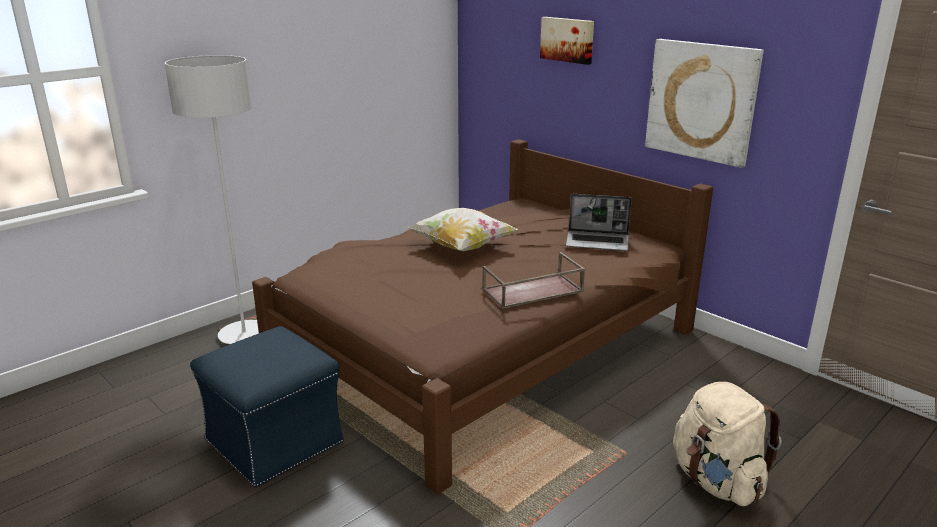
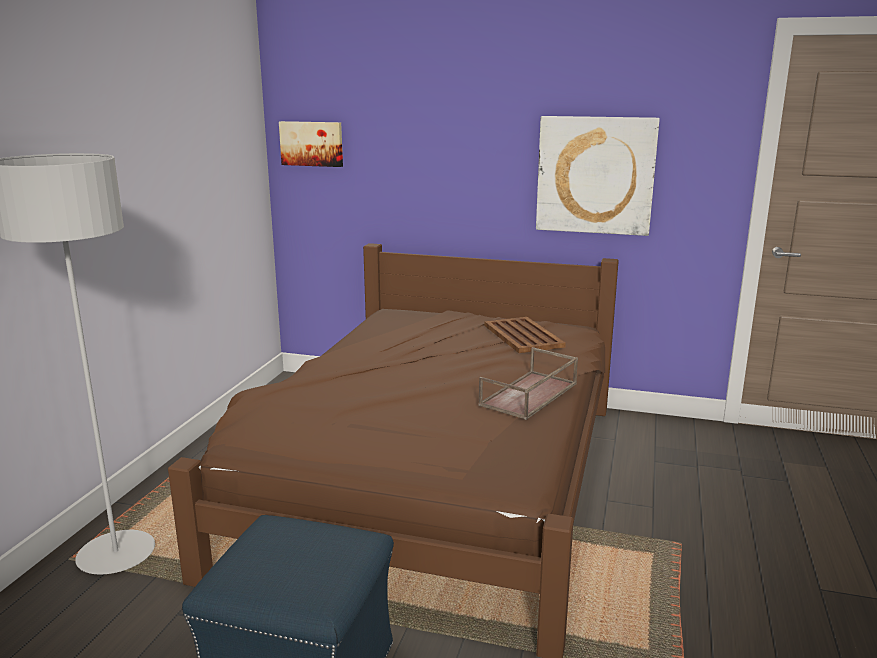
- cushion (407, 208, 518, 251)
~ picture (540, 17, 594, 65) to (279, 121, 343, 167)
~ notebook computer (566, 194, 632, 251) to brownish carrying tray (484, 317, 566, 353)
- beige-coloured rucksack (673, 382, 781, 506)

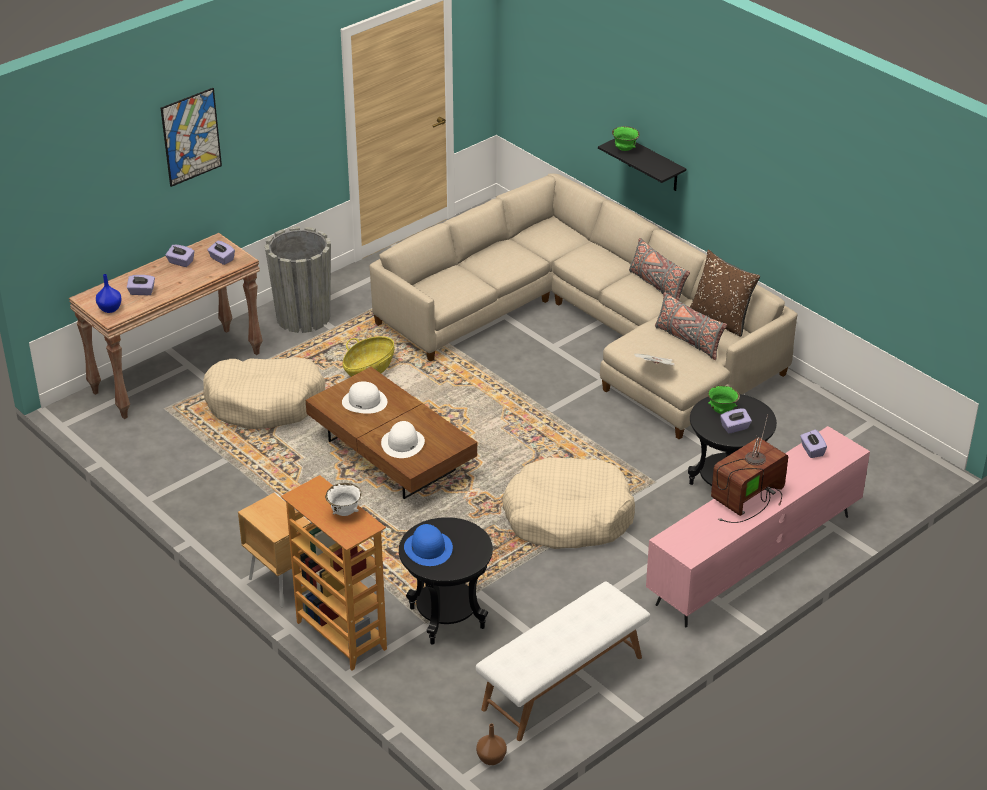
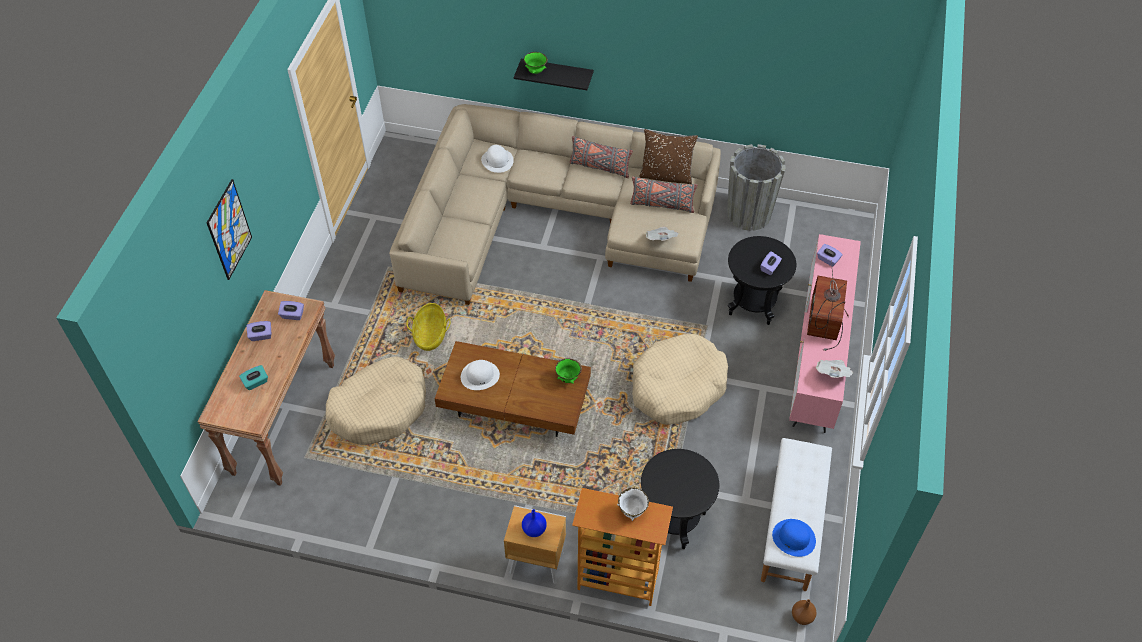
~ blue decorative vase (96, 274, 122, 313) to (522, 509, 547, 537)
~ purple-coloured tissue holder (127, 275, 155, 295) to turquoise-coloured tissue holder (239, 365, 268, 390)
~ greyish flower pot (264, 226, 331, 333) to (727, 144, 786, 231)
~ white-coloured wearable hat (381, 421, 425, 458) to (481, 145, 514, 173)
~ blue wearable hat (404, 524, 453, 566) to (772, 519, 816, 557)
~ greenish bowl (708, 385, 740, 414) to (555, 358, 582, 384)
+ printed paper (816, 360, 853, 378)

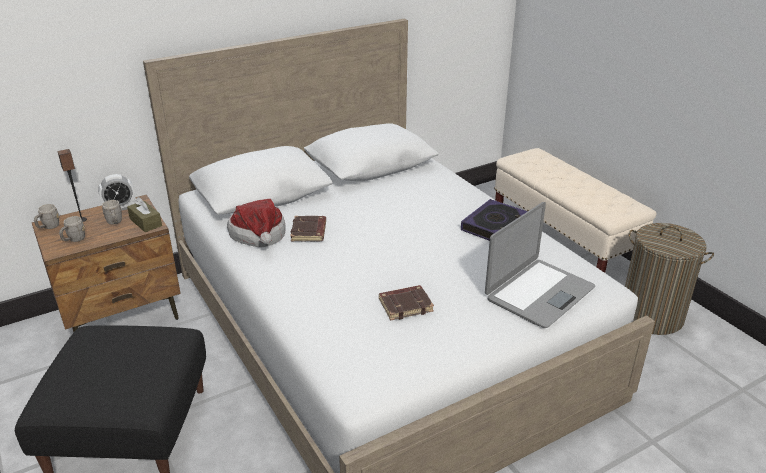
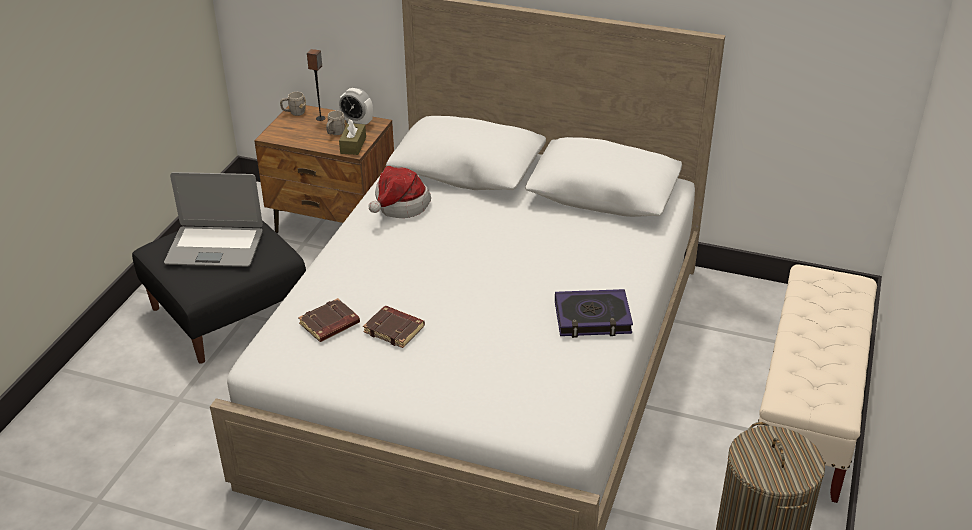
- greyish mug (59, 216, 85, 242)
~ brownish bound book (290, 216, 326, 242) to (298, 298, 360, 342)
~ notebook computer (485, 202, 595, 328) to (164, 172, 263, 267)

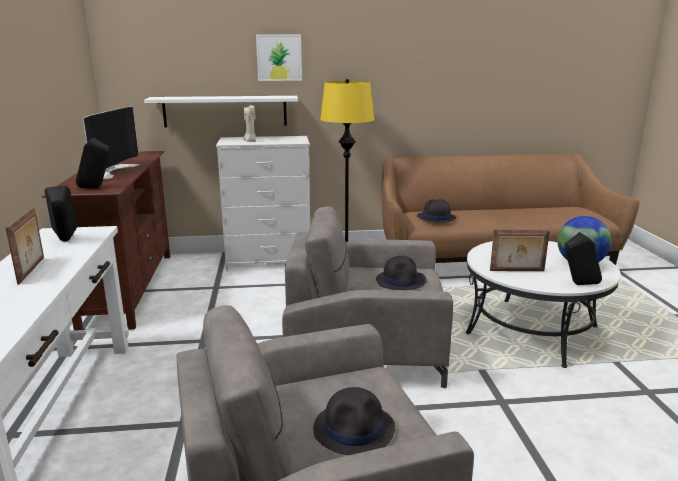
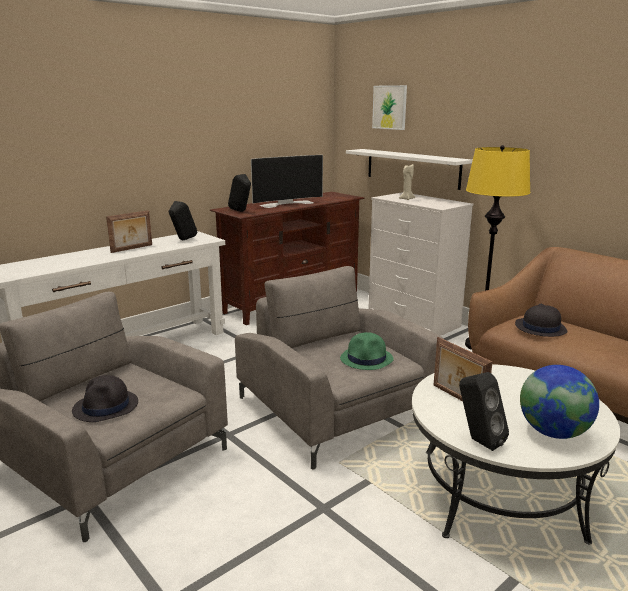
~ picture (256, 35, 302, 81) to (372, 85, 407, 130)
~ black-coloured wearable hat (376, 256, 427, 290) to greenish wearable hat (340, 332, 394, 370)

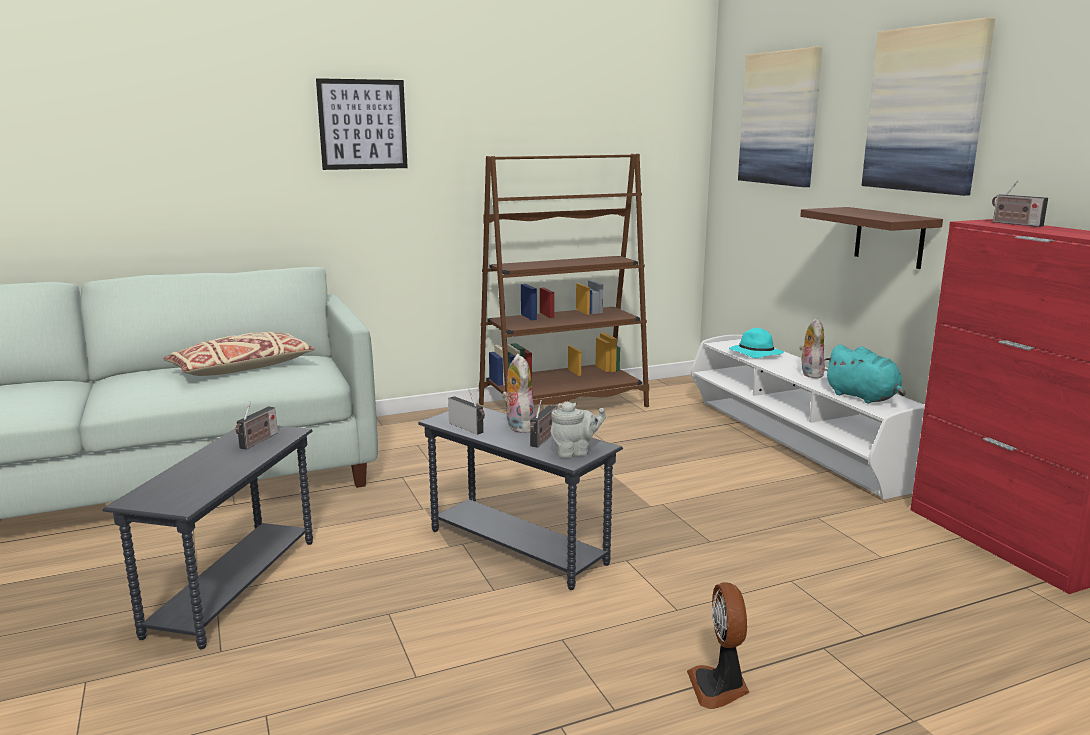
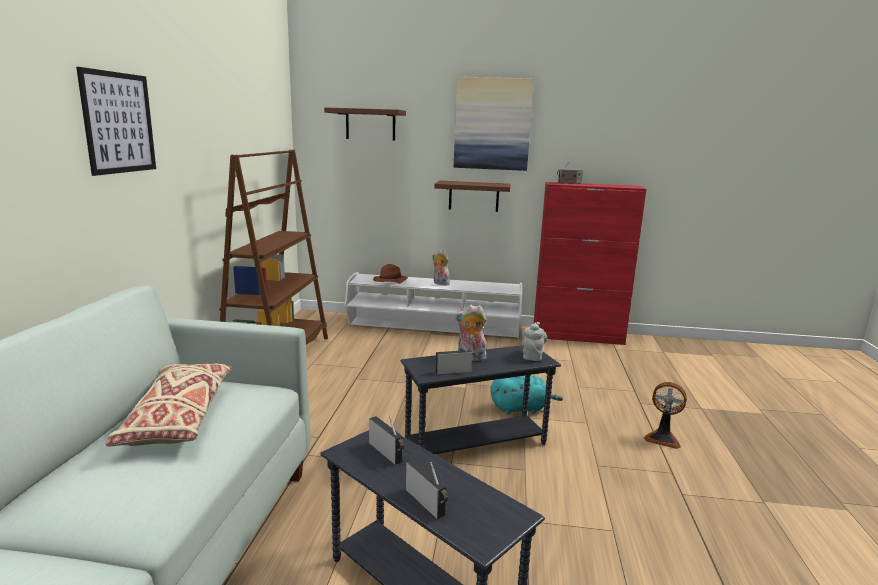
~ radio (530, 400, 557, 448) to (406, 459, 448, 519)
~ turquoise-coloured wearable hat (729, 328, 784, 358) to brownish wearable hat (373, 264, 408, 283)
~ picture (738, 47, 822, 187) to wall shelf (324, 107, 406, 141)
~ turquoise-coloured cuddly toy (824, 344, 906, 403) to (490, 376, 563, 414)

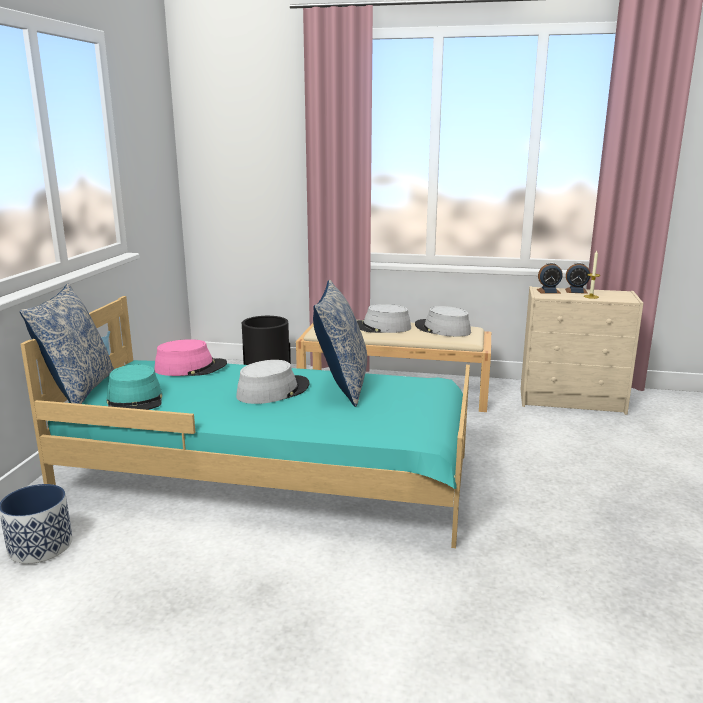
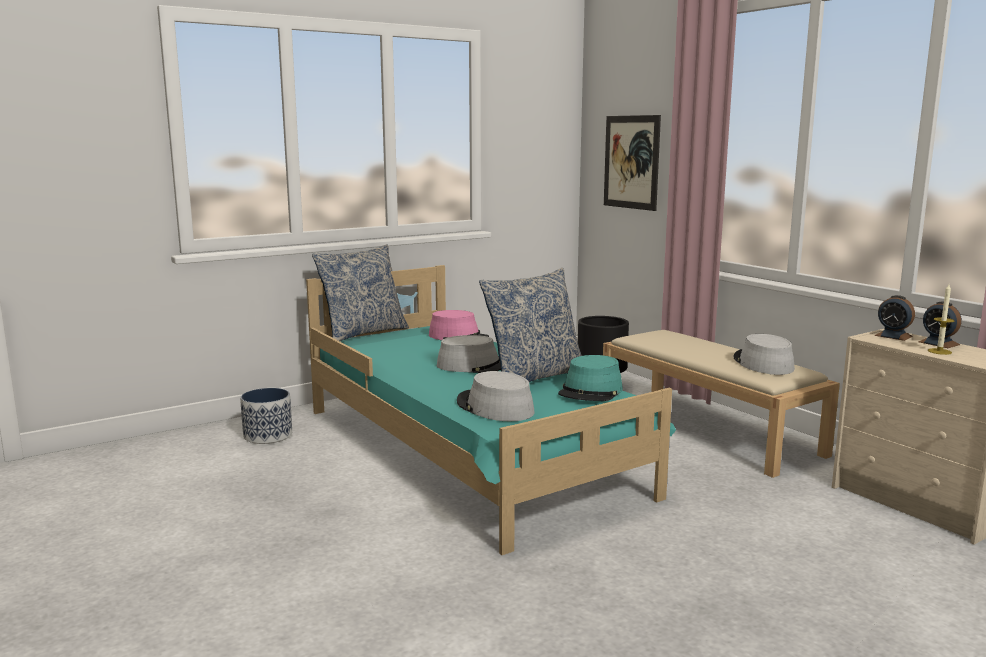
~ turquoise-coloured wearable hat (106, 364, 163, 410) to (558, 355, 623, 401)
~ greyish wearable hat (357, 304, 411, 333) to (457, 371, 534, 421)
+ picture (604, 115, 661, 211)

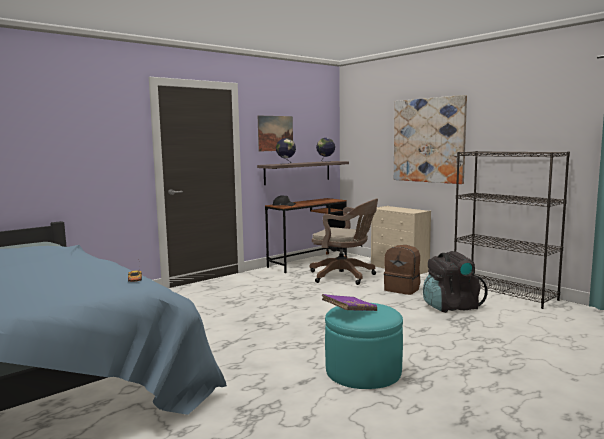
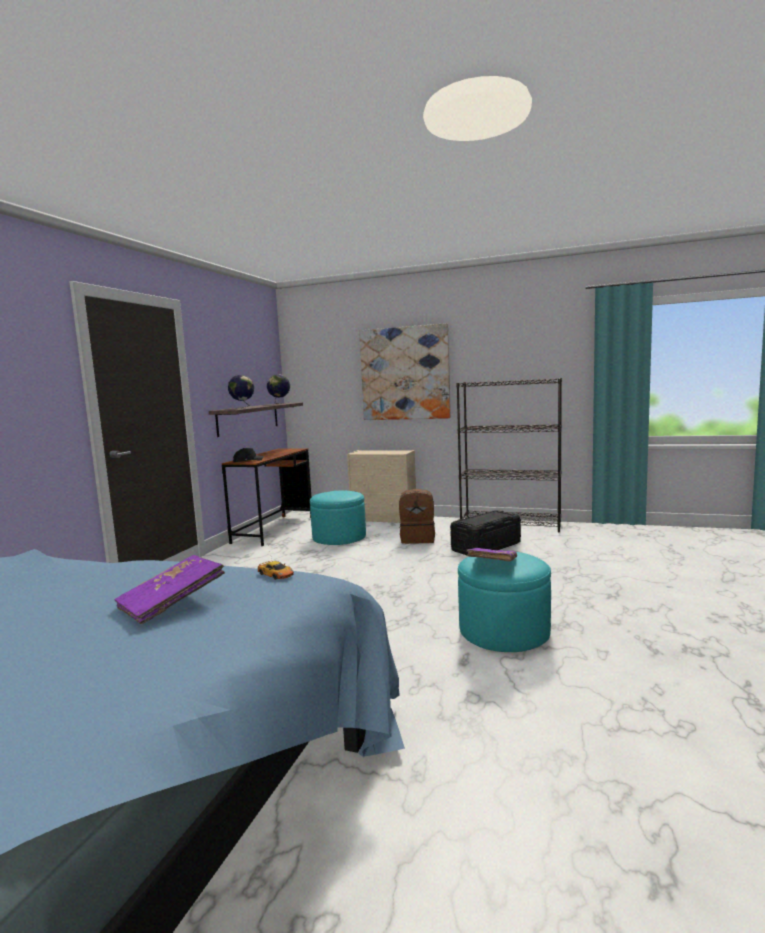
- picture (258, 115, 293, 152)
~ brownish desk chair (310, 199, 378, 285) to turquoise-coloured footrest (310, 491, 366, 545)
~ black-coloured rucksack (423, 251, 488, 313) to black-coloured storage container (450, 510, 521, 555)
+ purple-coloured bound book (115, 555, 225, 624)

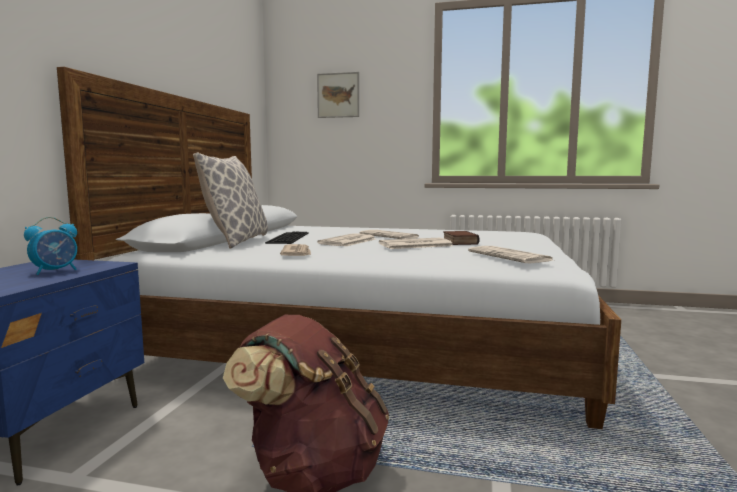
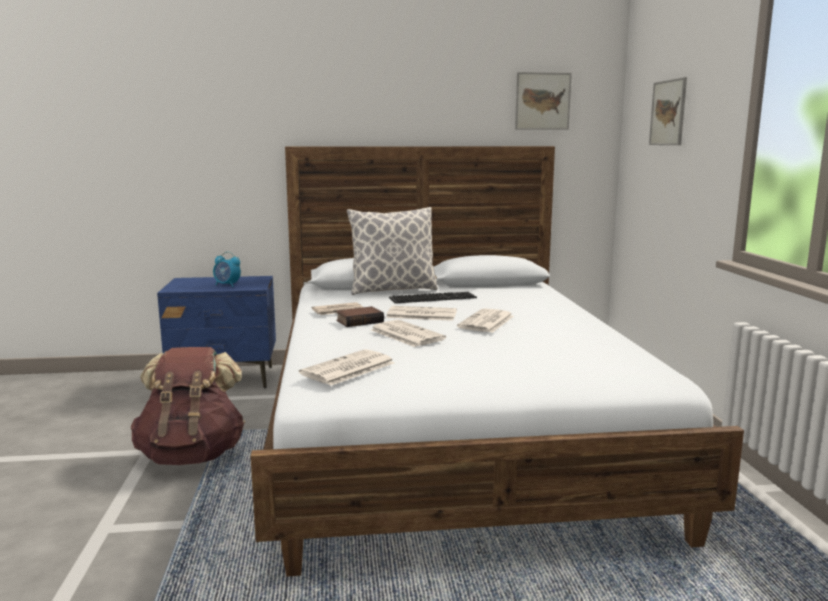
~ bound book (443, 231, 479, 245) to (336, 306, 384, 327)
+ picture (515, 72, 572, 130)

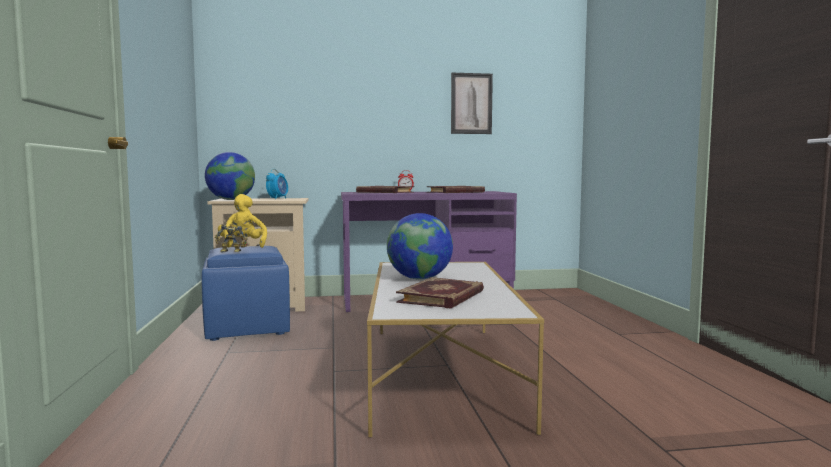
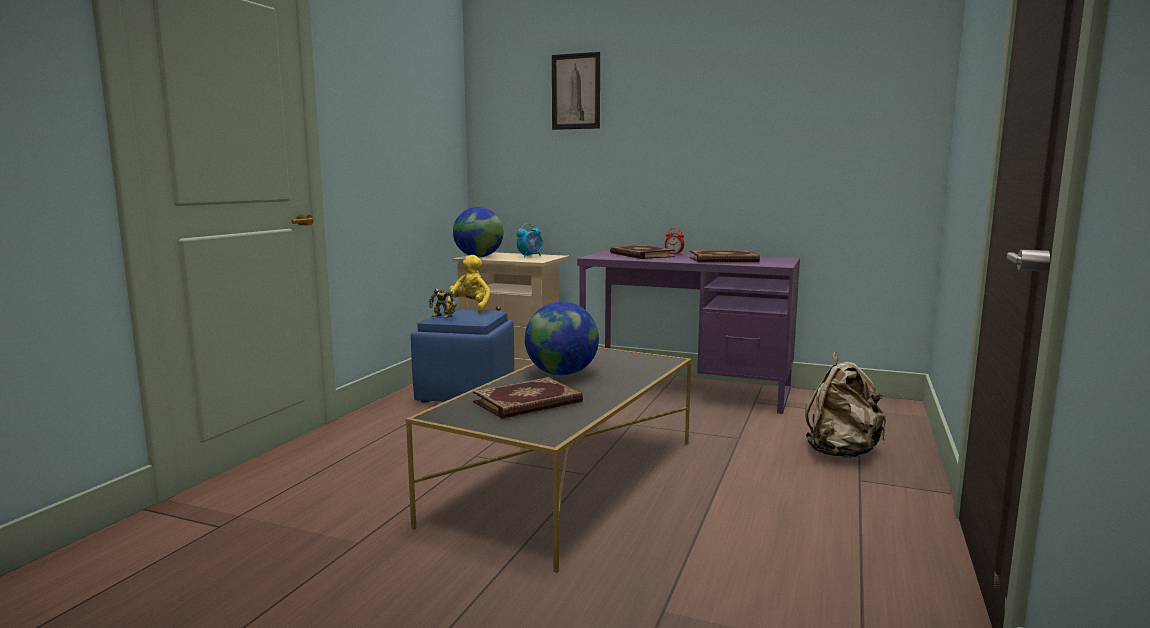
~ white-coloured coffee table (367, 262, 544, 438) to black-coloured coffee table (406, 347, 691, 572)
~ picture (451, 73, 493, 134) to (552, 52, 600, 130)
+ beige-coloured rucksack (805, 352, 886, 458)

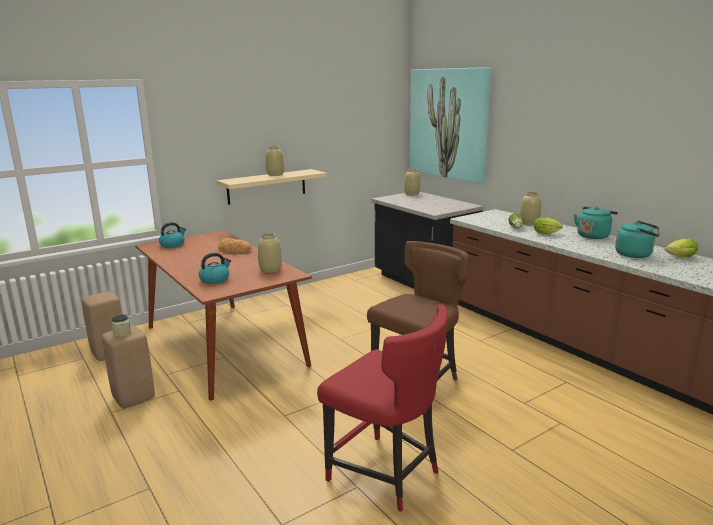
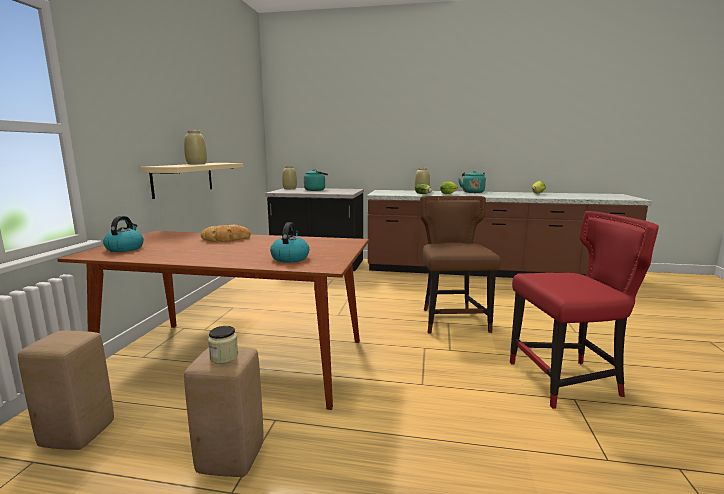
- beige-coloured decorative vase (258, 233, 282, 273)
- picture (410, 67, 491, 184)
~ turquoise-coloured water kettle (615, 221, 660, 258) to (304, 169, 328, 191)

